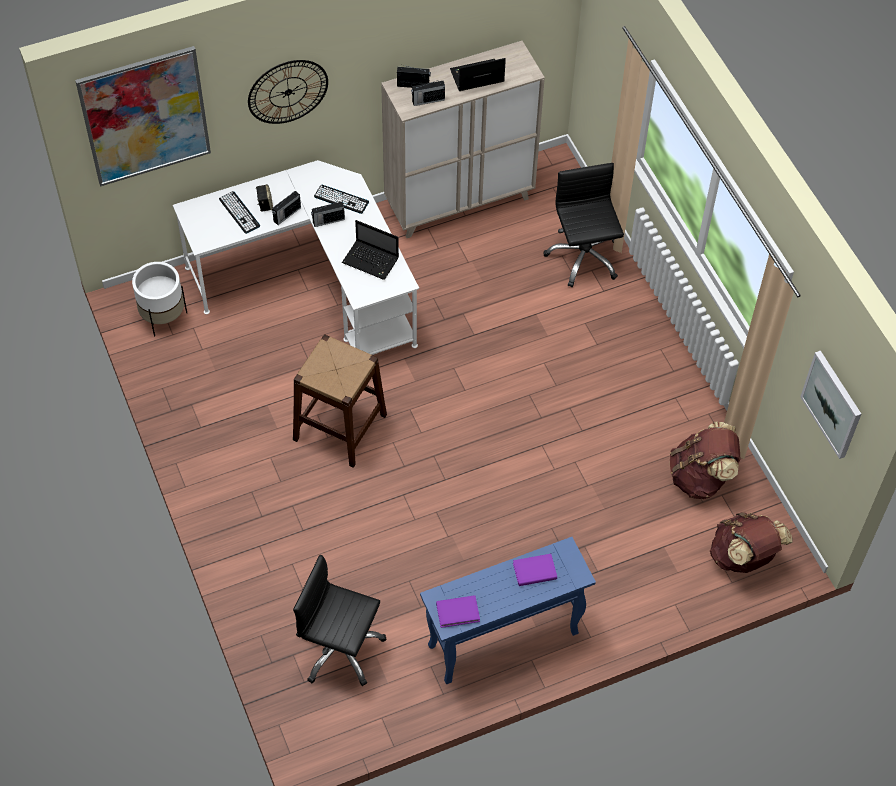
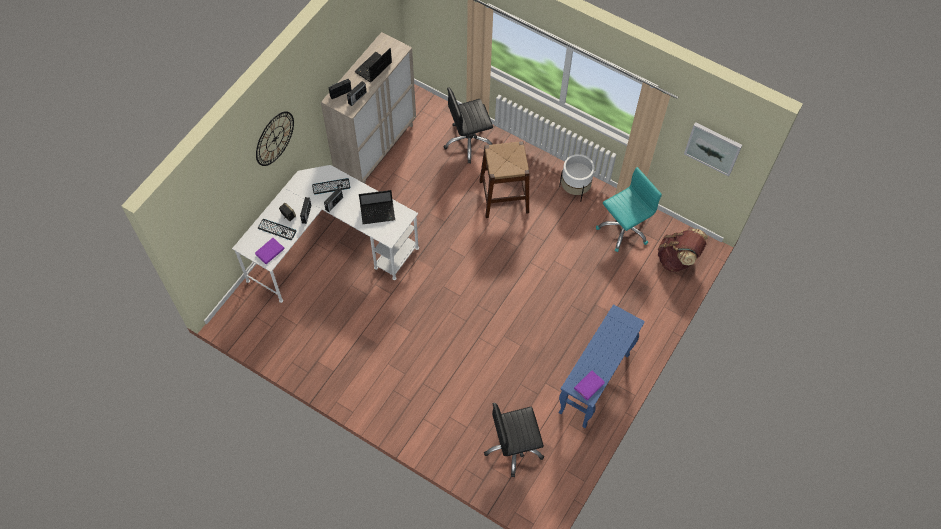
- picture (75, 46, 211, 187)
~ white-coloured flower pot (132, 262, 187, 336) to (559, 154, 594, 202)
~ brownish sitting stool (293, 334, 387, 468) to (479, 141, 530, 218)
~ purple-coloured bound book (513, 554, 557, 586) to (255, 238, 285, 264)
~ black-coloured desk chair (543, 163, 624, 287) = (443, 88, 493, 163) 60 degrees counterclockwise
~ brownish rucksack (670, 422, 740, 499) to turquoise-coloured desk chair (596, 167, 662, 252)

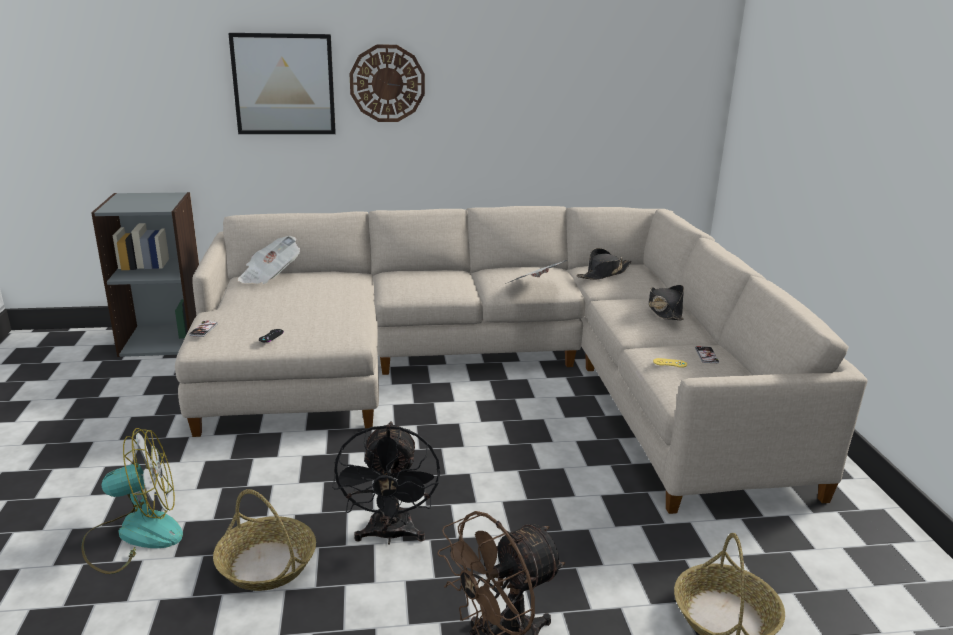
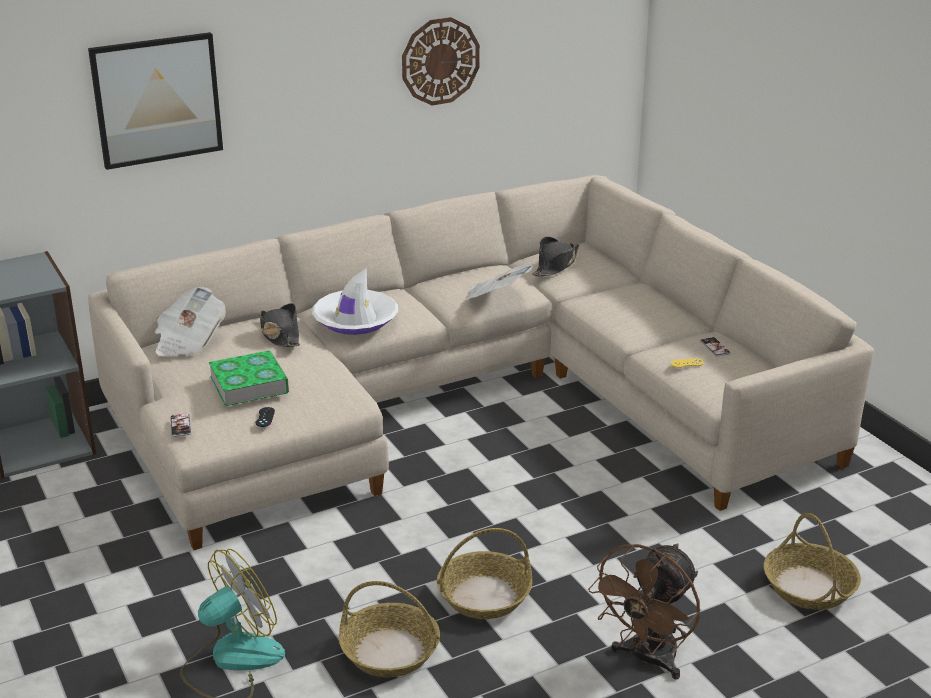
~ black-coloured cooling fan (332, 421, 440, 544) to household basket (437, 528, 532, 619)
~ hanging clock (349, 44, 425, 122) to (402, 17, 480, 105)
~ black-coloured wearable hat (649, 285, 684, 320) to (260, 303, 300, 347)
+ bound book (209, 351, 289, 406)
+ white-coloured wearable hat (312, 268, 398, 335)

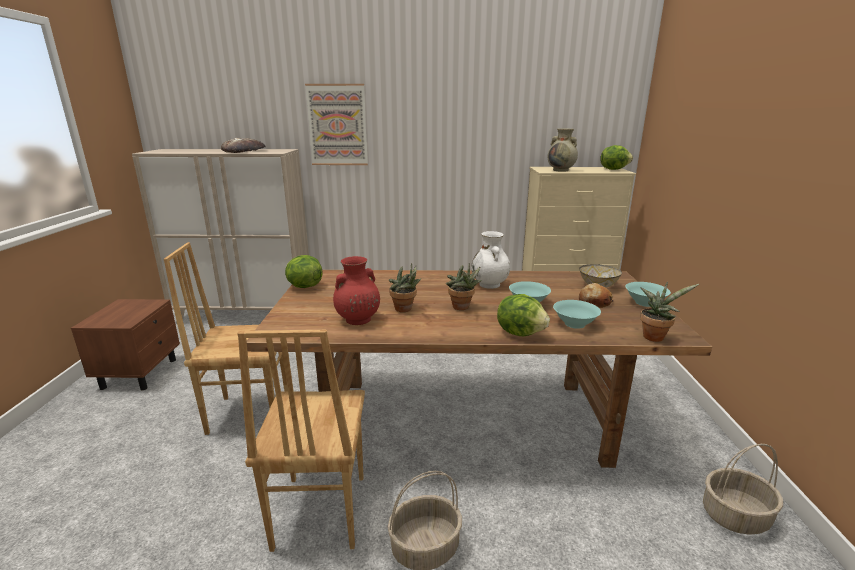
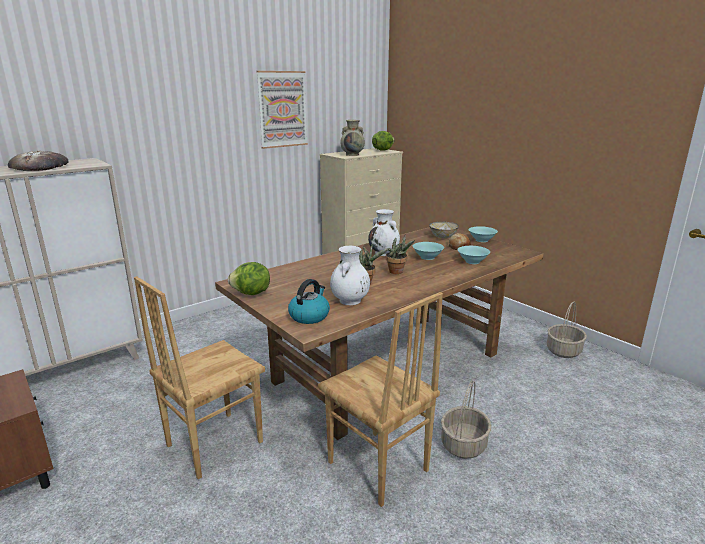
~ picture (305, 84, 368, 165) to (257, 71, 308, 149)
~ red decorative vase (333, 256, 380, 325) to white-coloured decorative vase (330, 246, 370, 305)
- head of lettuce (497, 294, 550, 336)
- plant in a pot (640, 282, 699, 342)
+ water kettle (288, 279, 330, 324)

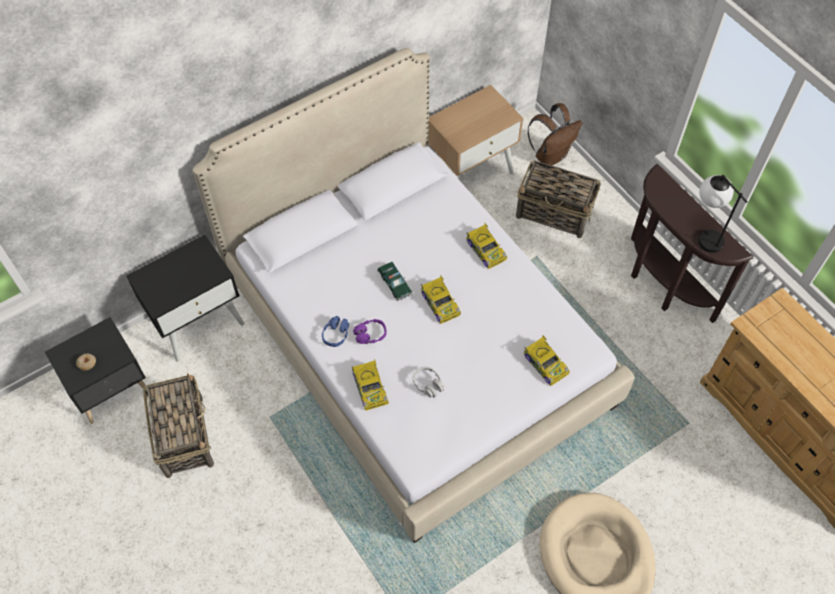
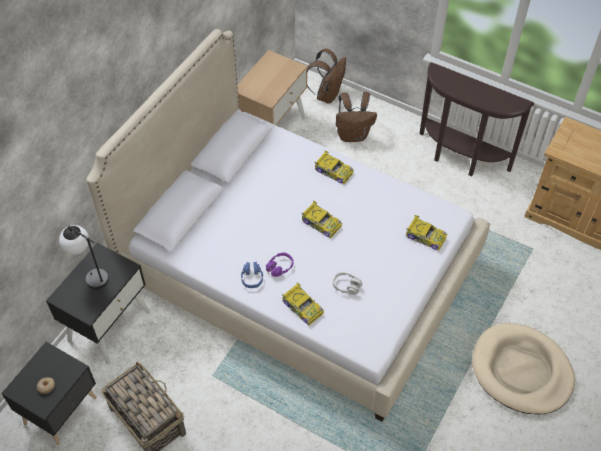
- toy car (377, 262, 413, 301)
~ household basket (516, 160, 601, 238) to brownish rucksack (336, 92, 377, 142)
~ tabletop lamp (699, 175, 748, 253) to (59, 225, 109, 289)

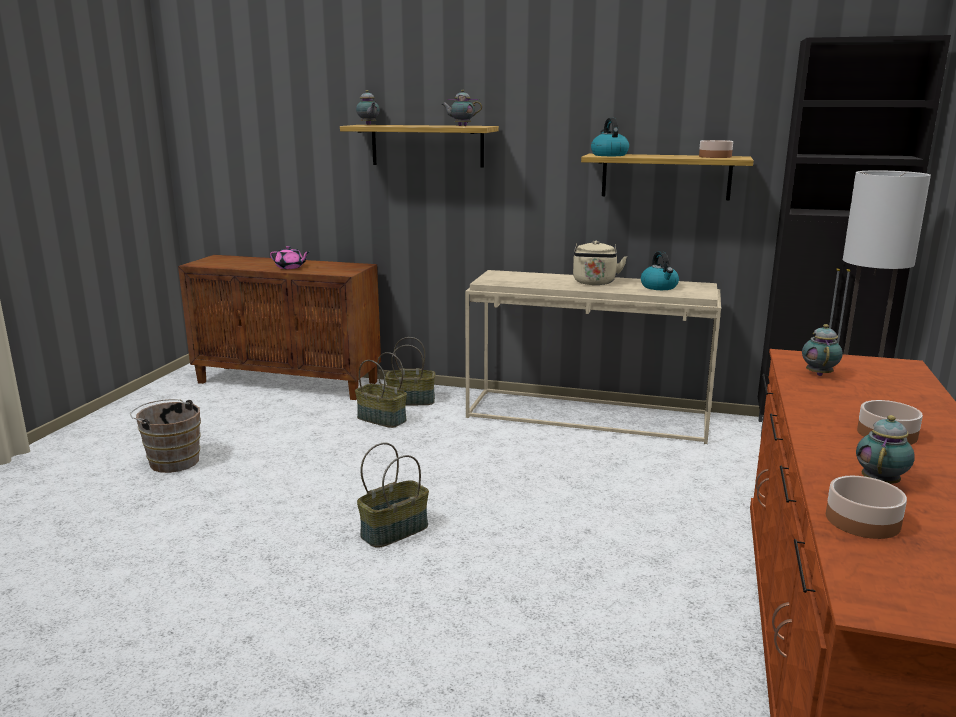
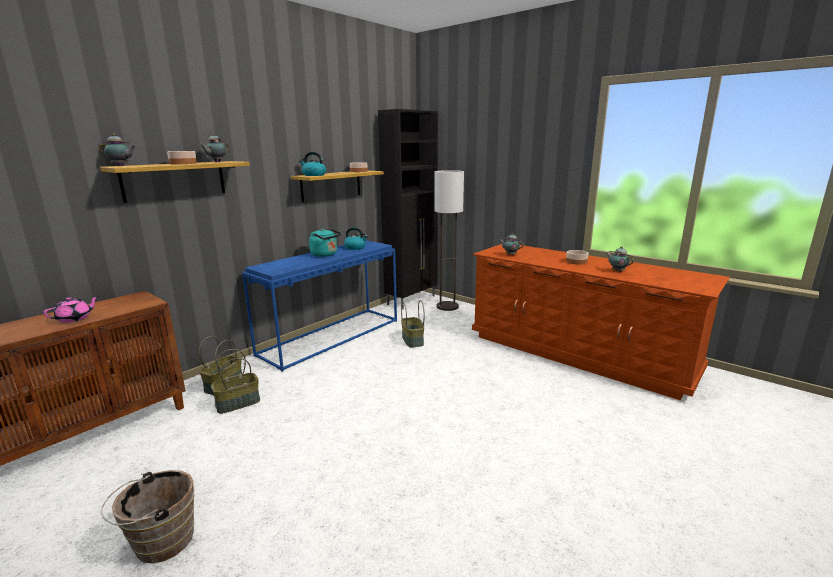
~ household basket (357, 442, 429, 548) to (401, 300, 425, 348)
~ beige-coloured hall table (465, 270, 721, 444) to blue hall table (242, 240, 397, 372)
~ beige-coloured water kettle (573, 241, 627, 285) to turquoise-coloured water kettle (309, 229, 341, 257)
~ bowl (826, 476, 907, 539) to (167, 151, 197, 164)

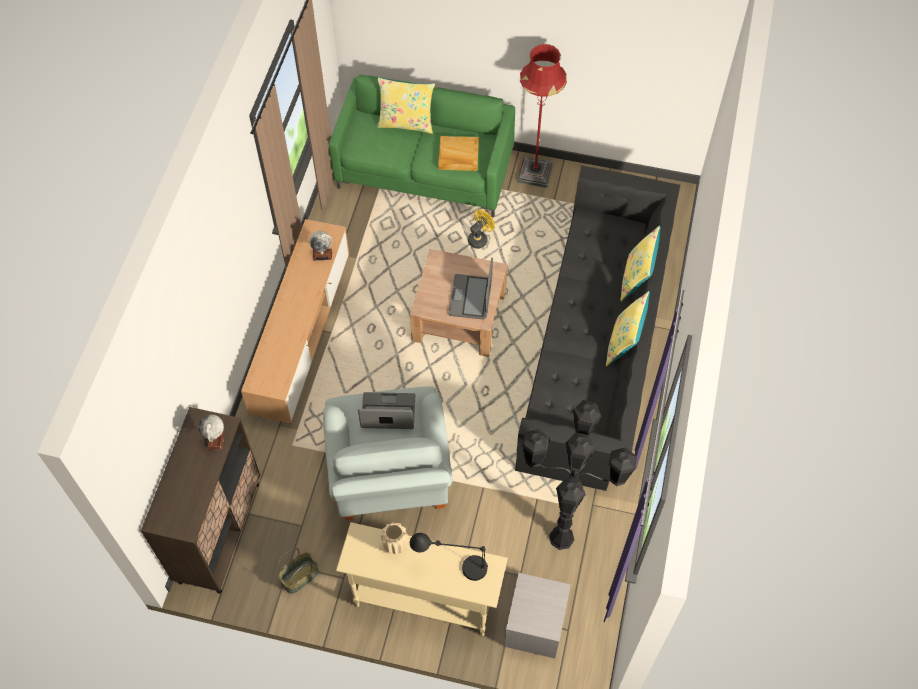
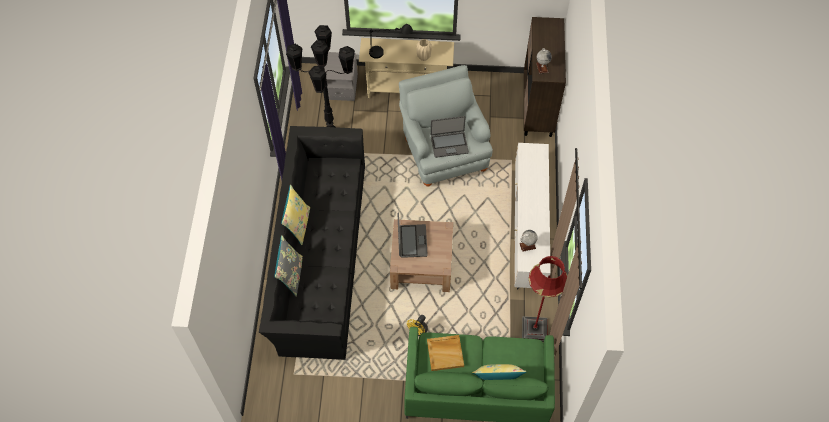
~ brownish media console (241, 219, 349, 424) to white-coloured media console (514, 143, 551, 290)
- household basket (278, 548, 319, 594)
~ red standing lamp (517, 44, 567, 188) to (522, 256, 567, 342)
~ yellow-coloured cushion (621, 226, 661, 302) to greyish cushion (274, 235, 303, 297)

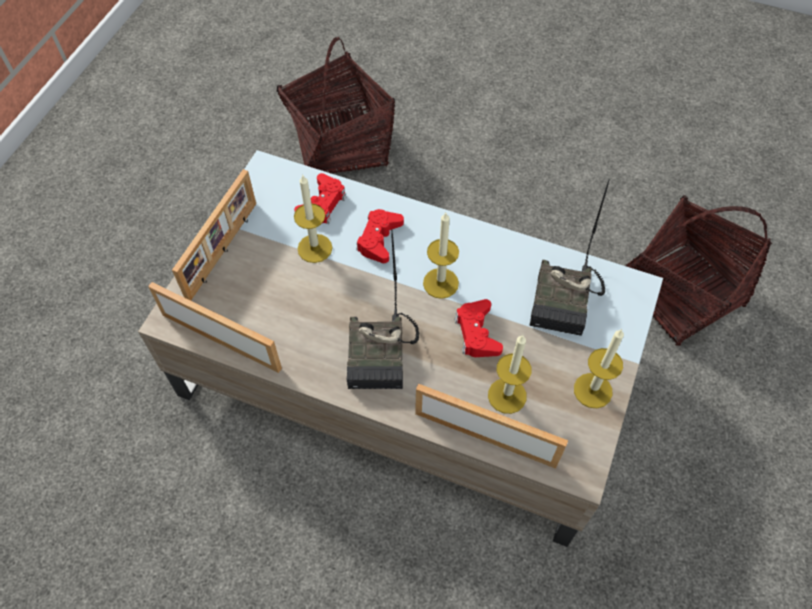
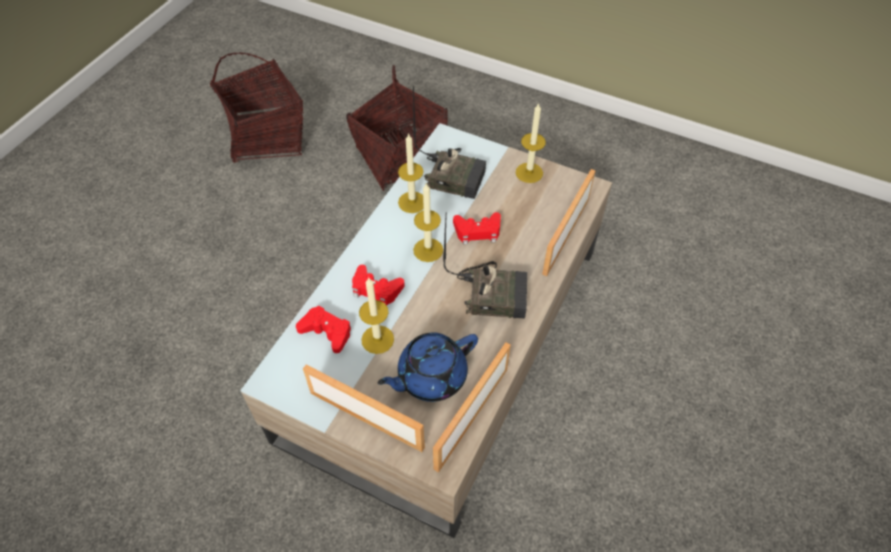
~ household basket (277, 37, 395, 173) to (210, 53, 303, 163)
~ wax candle (488, 335, 532, 414) to (398, 133, 424, 213)
+ blue tea pot (377, 332, 478, 402)

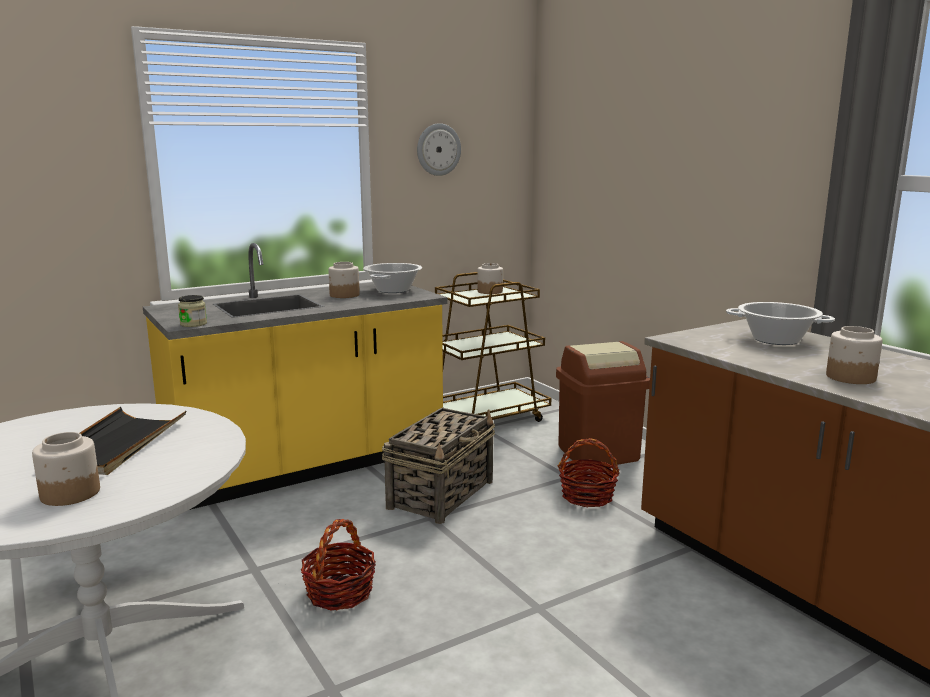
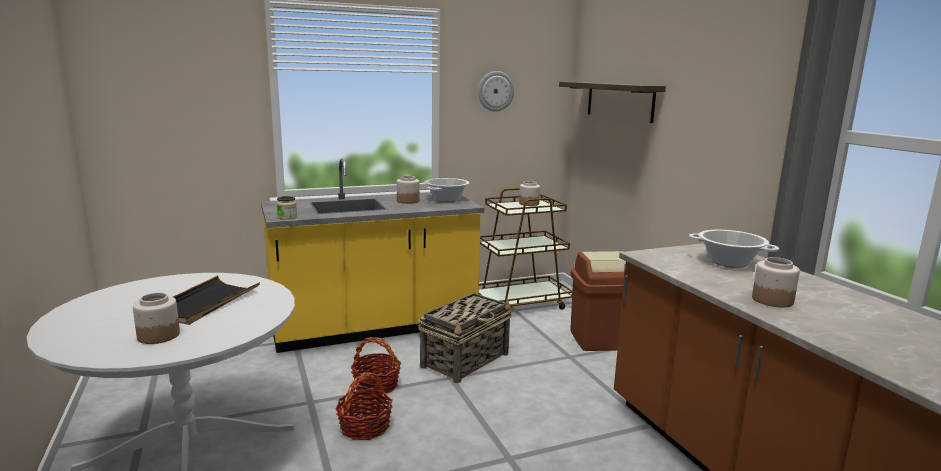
~ household basket (558, 438, 619, 508) to (350, 337, 401, 396)
+ wall shelf (559, 82, 666, 123)

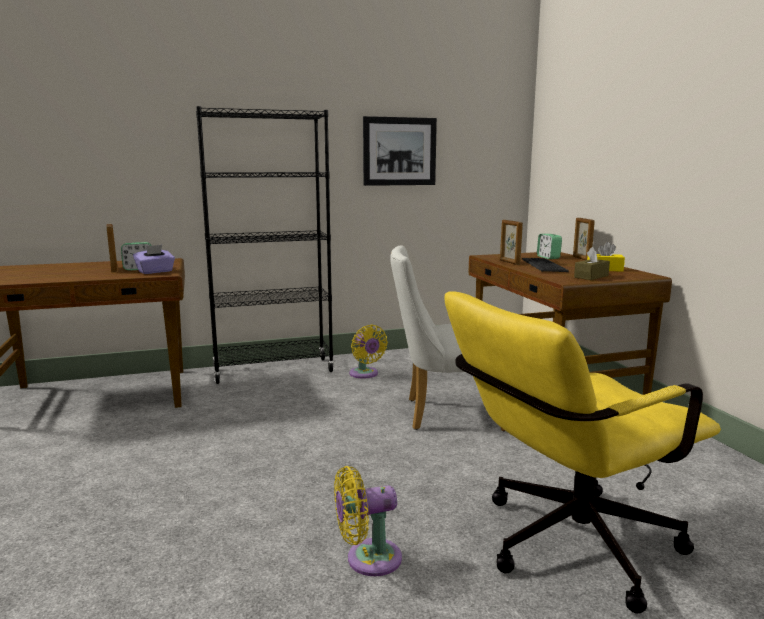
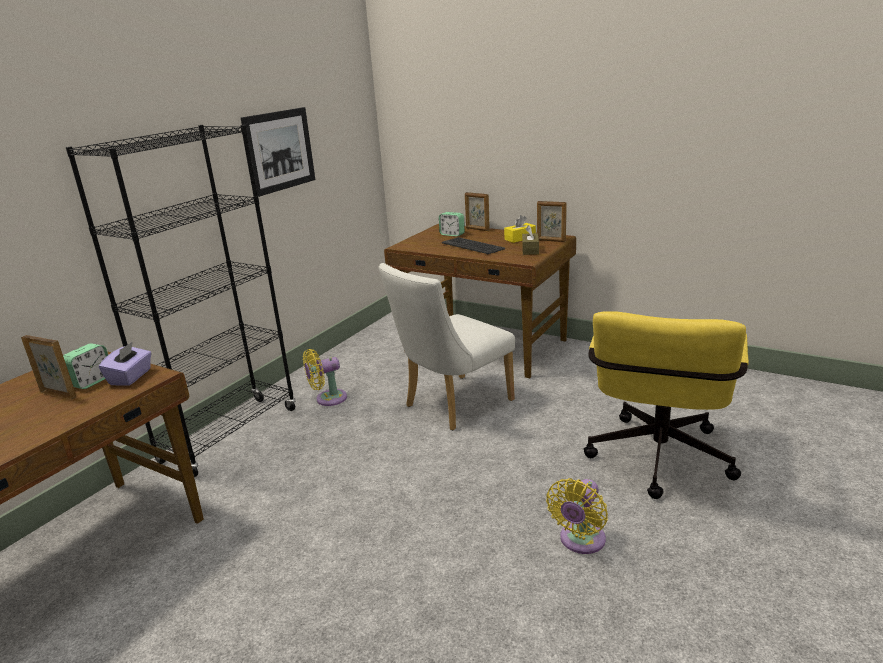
~ yellow-coloured cooling fan (349, 325, 388, 379) = (303, 349, 347, 406) 135 degrees clockwise
~ picture frame (500, 220, 523, 265) to (537, 201, 567, 242)

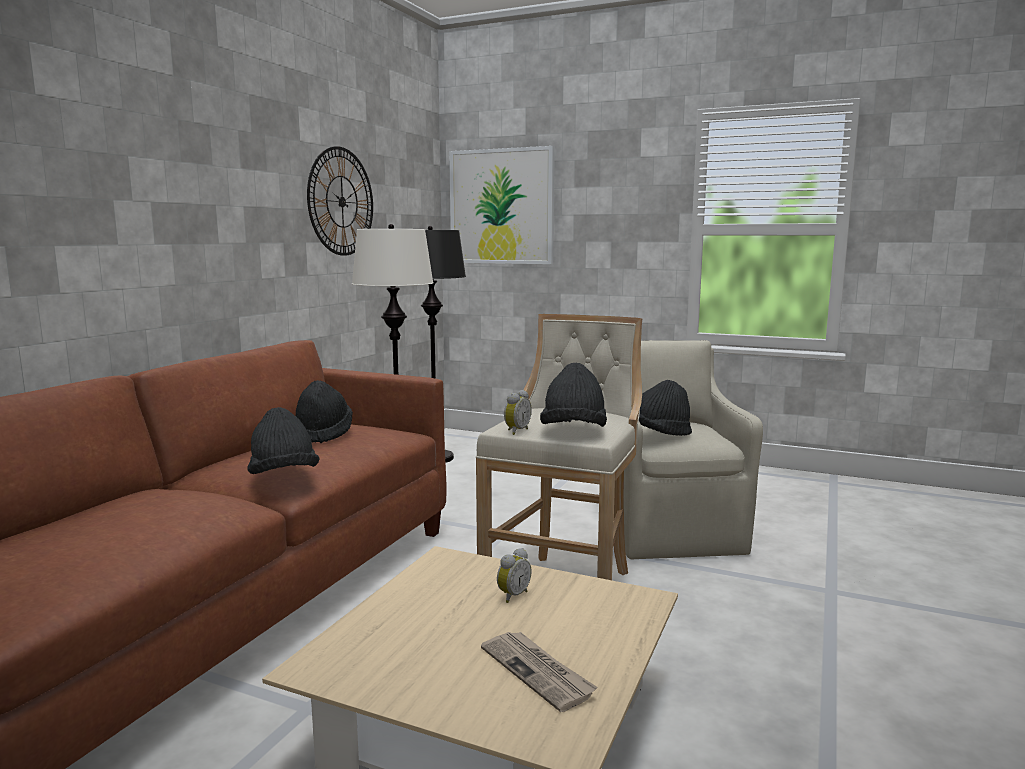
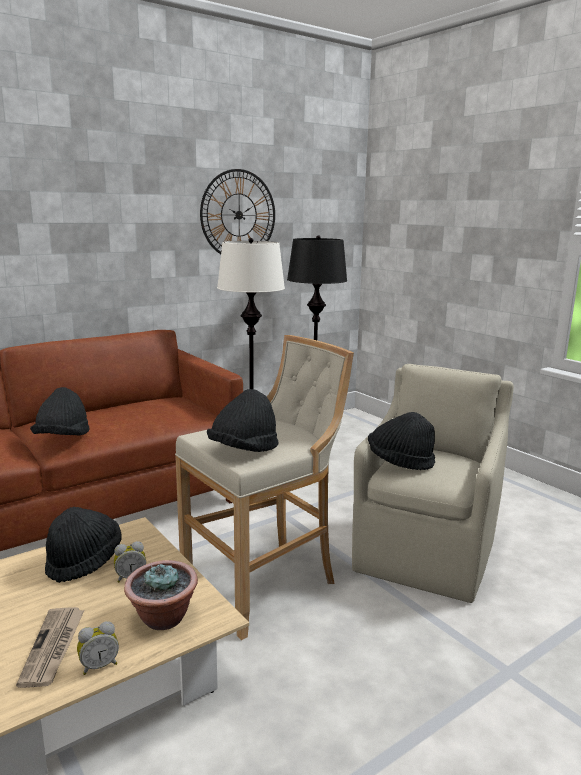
~ black-coloured wearable hat (296, 380, 353, 443) to (45, 507, 122, 583)
- picture (449, 146, 555, 264)
~ alarm clock (504, 390, 532, 435) to (77, 621, 119, 675)
+ plant in a pot (124, 560, 198, 630)

